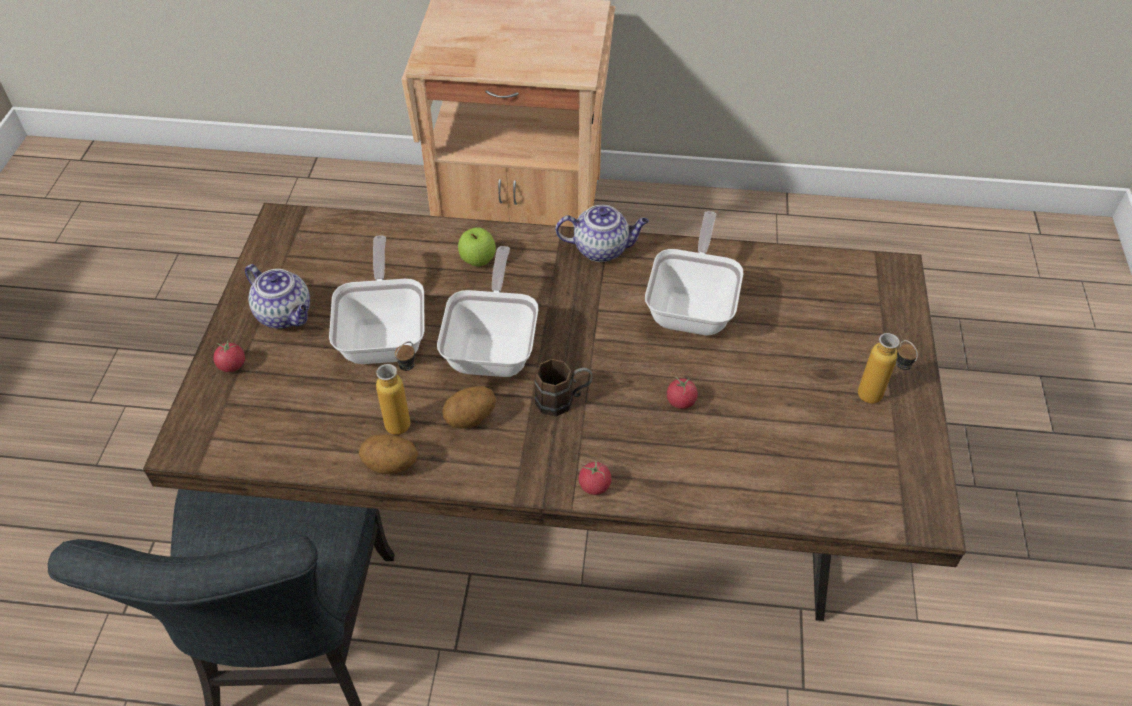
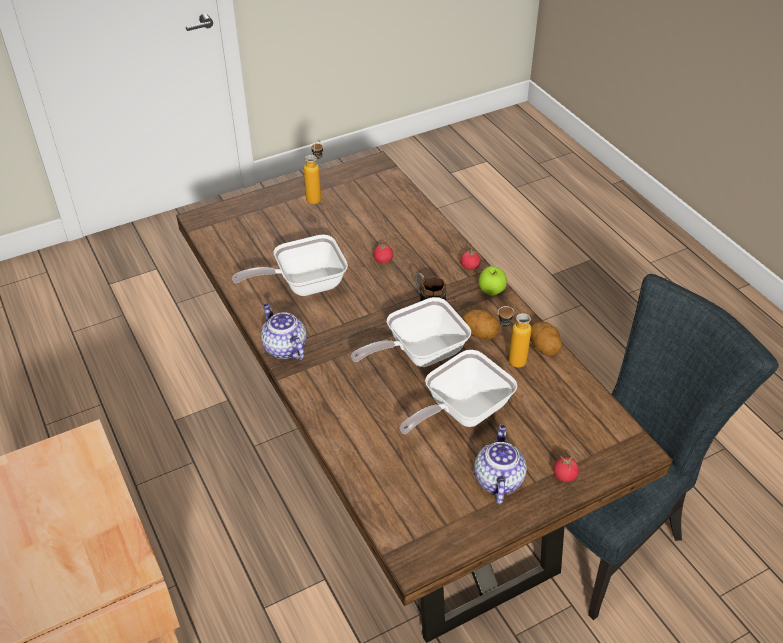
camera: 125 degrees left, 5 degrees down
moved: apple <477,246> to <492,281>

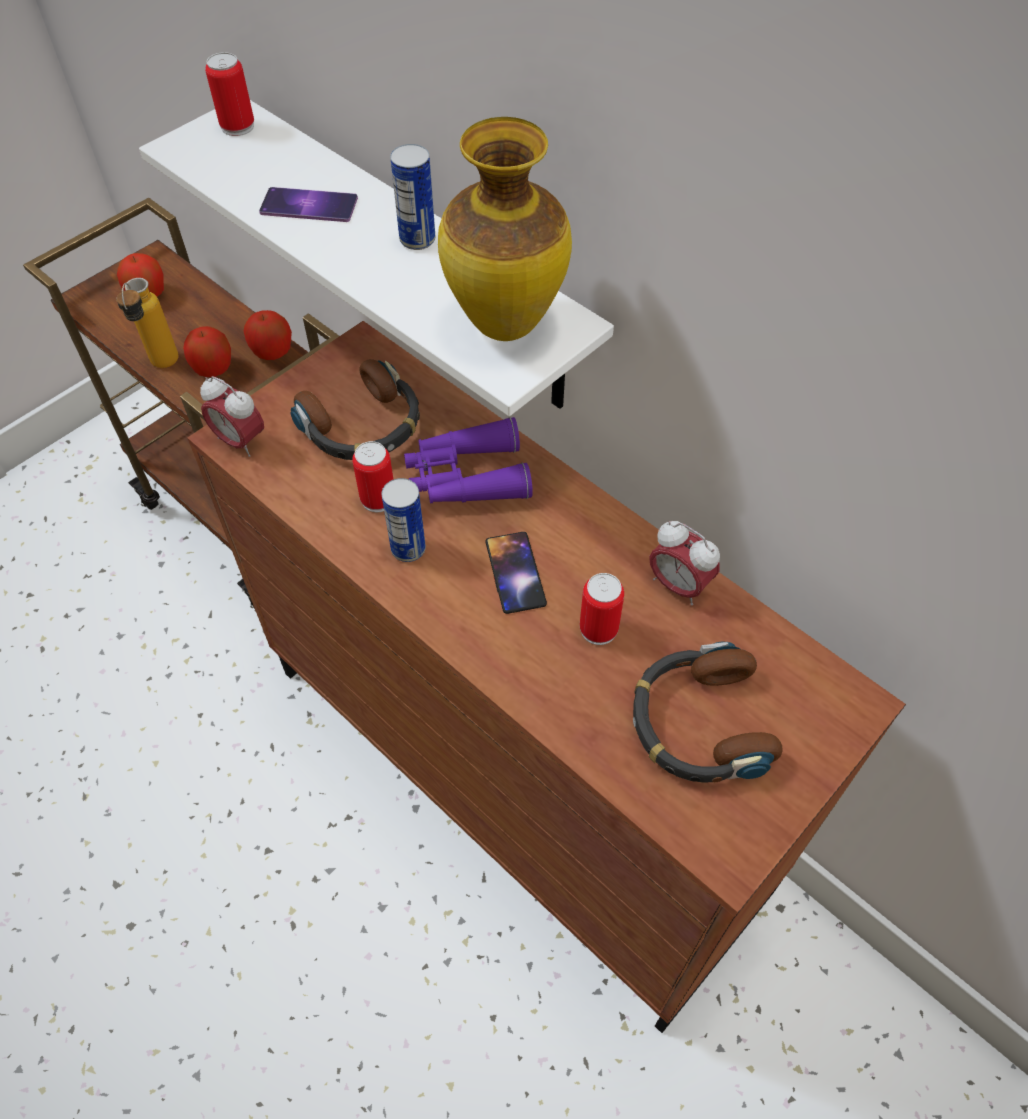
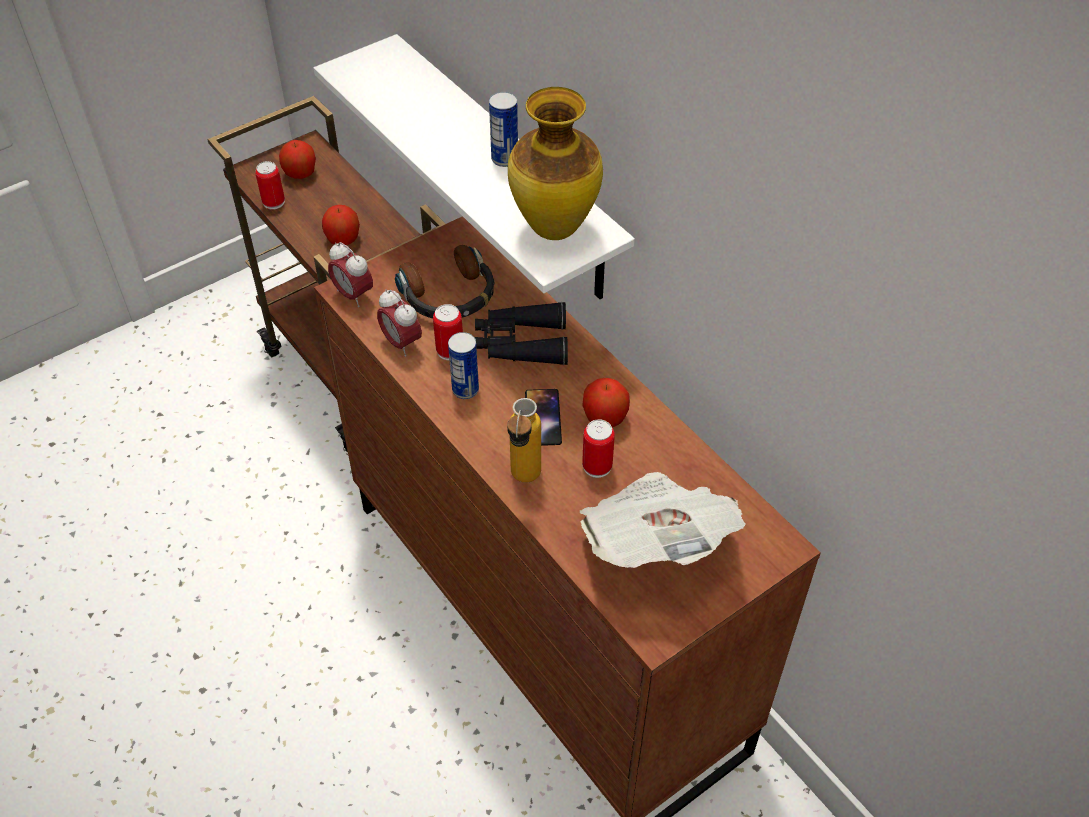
camera: 10 degrees right, 5 degrees down
removed: phone <308,204>
moved: can <229,94> to <270,185>; alarm clock <684,563> to <399,323>; bottle <147,323> to <524,440>; apple <268,335> to <606,402>
replaced: headphones <708,712> to newspaper <663,520>
recoloured: binoculars in purple <468,460> to binoculars in black <521,333>

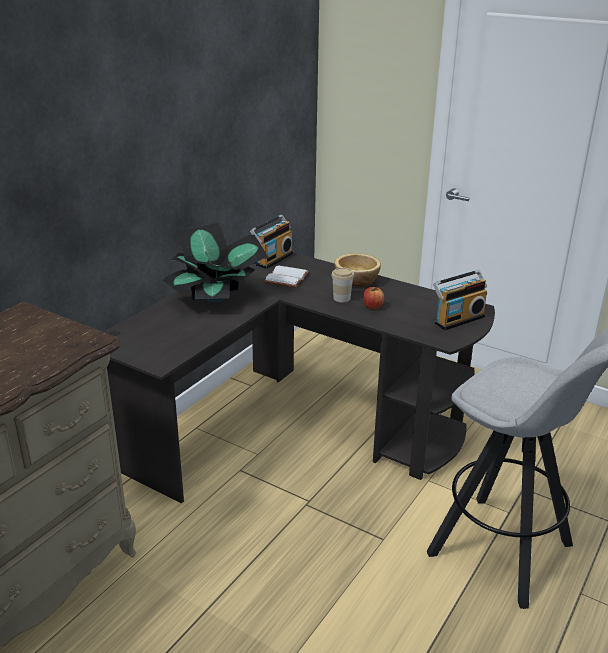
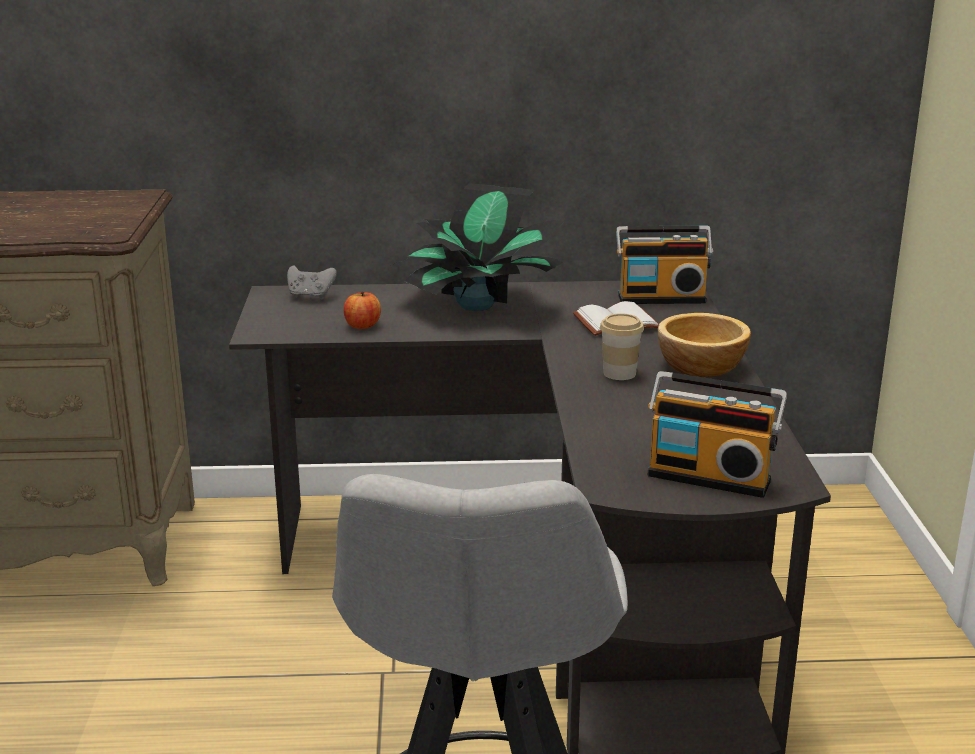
camera: 55 degrees right, 5 degrees down
added: game controller in grey <312,282>
moved: apple <373,298> to <362,310>

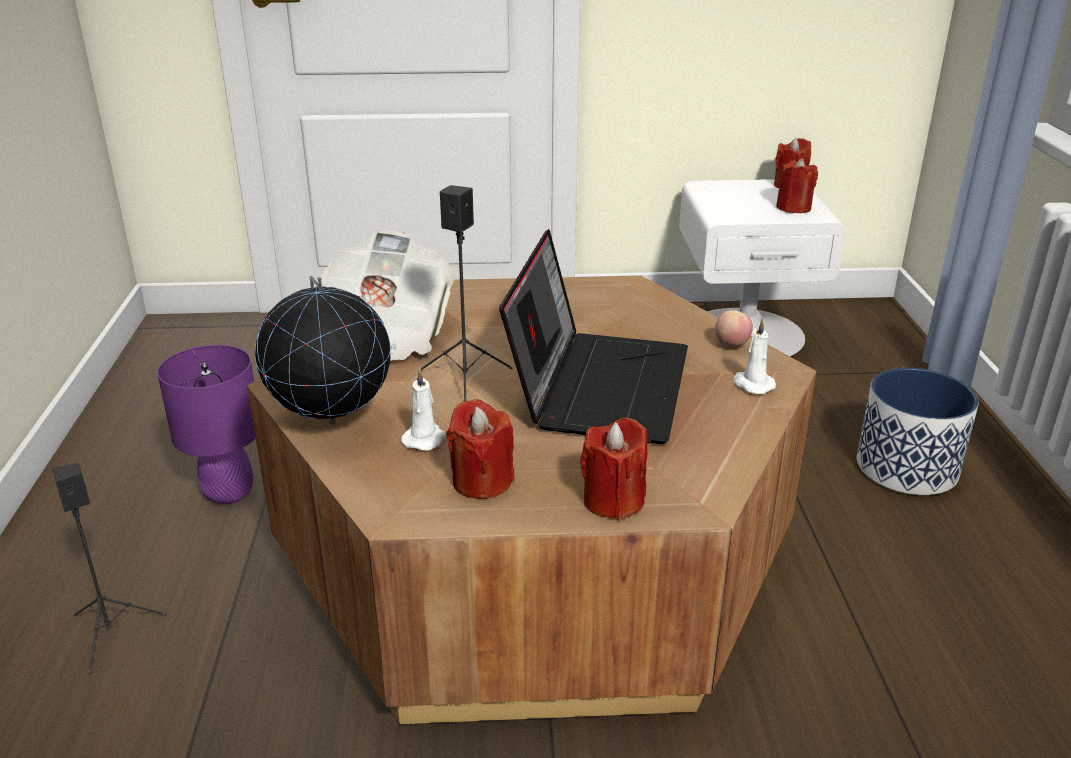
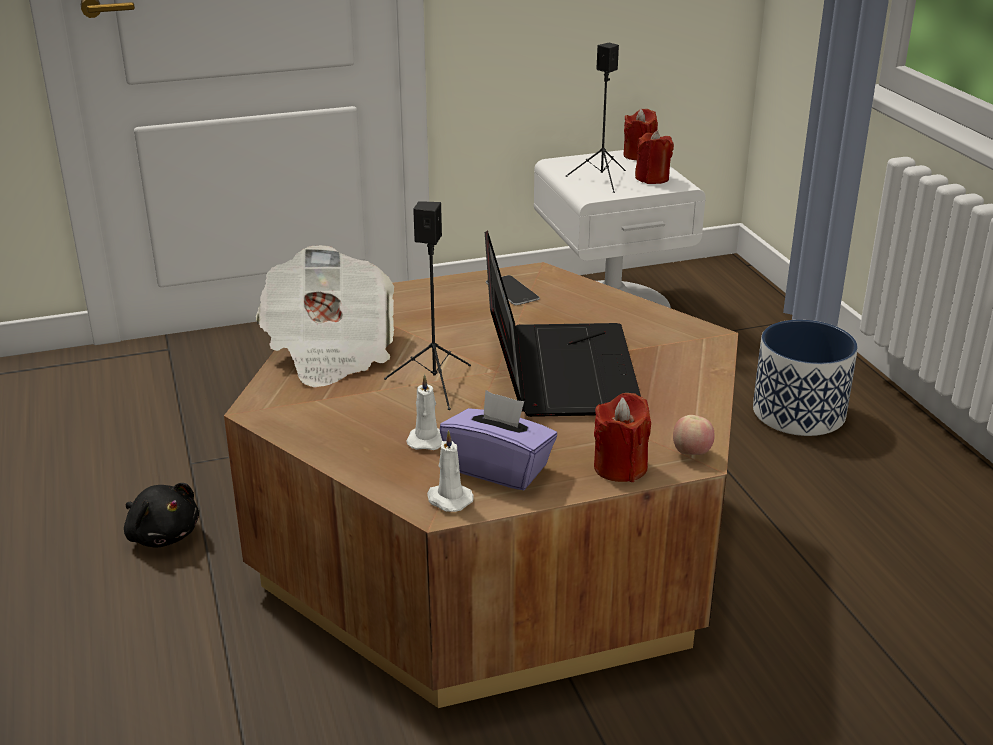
camera: 15 degrees left, 0 degrees up
removed: globe <323,350>
added: phone <513,290>
moved: candle in white <754,356> to <450,471>; speaker in black <109,568> to <596,118>; apple <734,328> to <694,435>
replaced: table lamp in purple <206,424> to plush toy in black <161,515>; candle in red <481,449> to tissue box in purple <498,440>

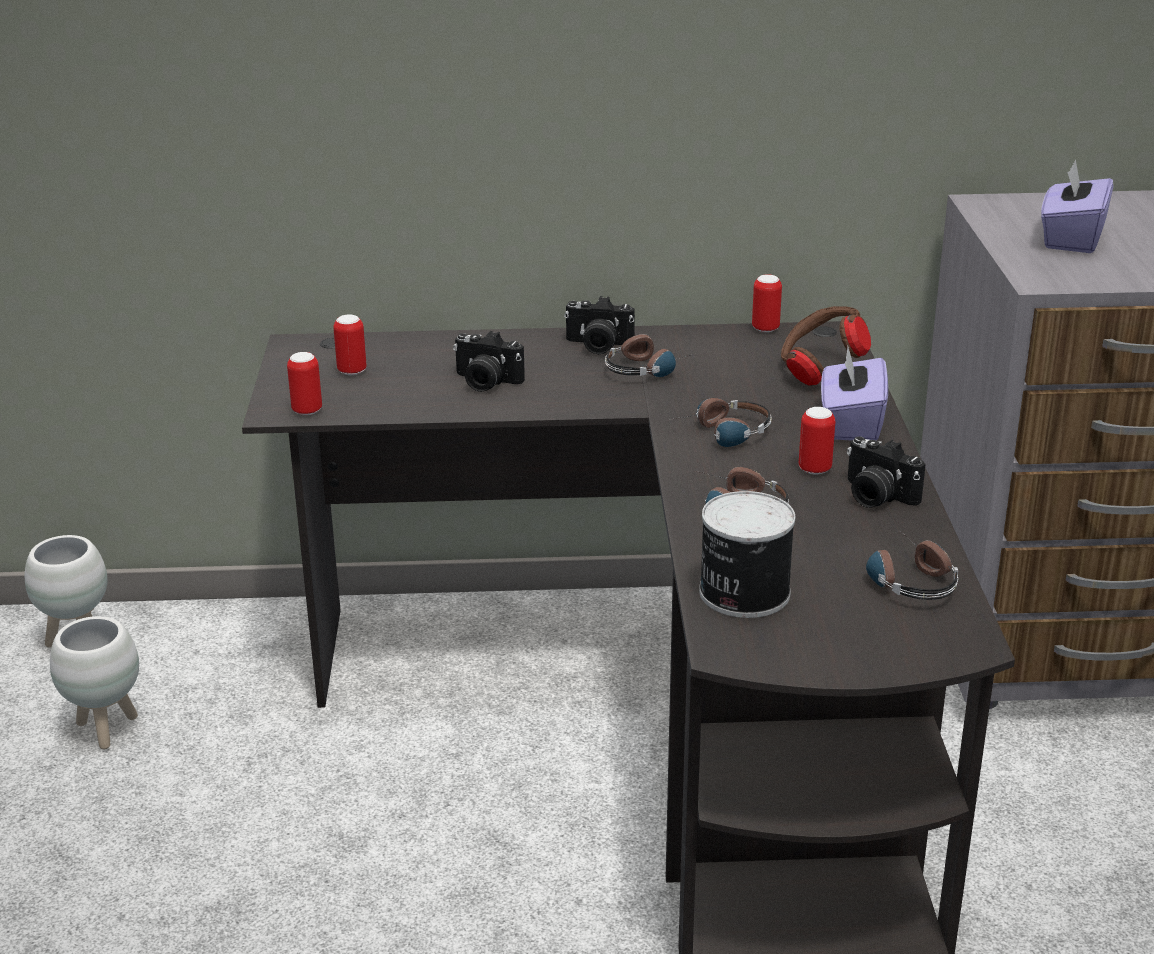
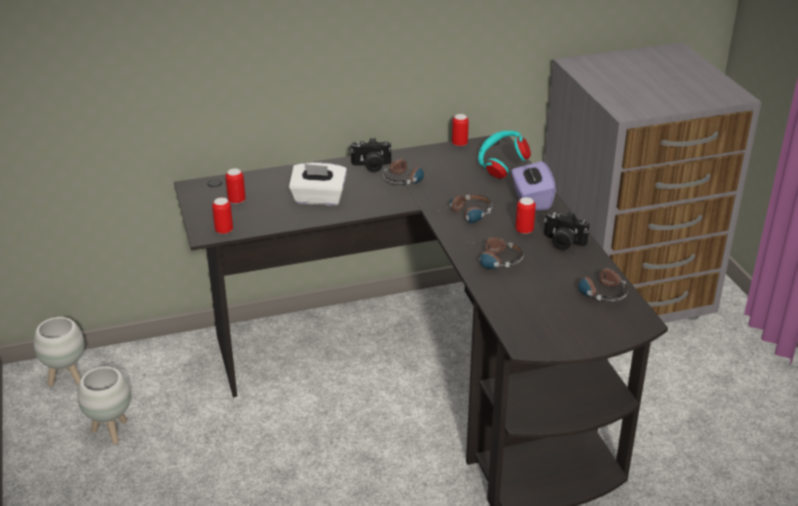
camera: 15 degrees left, 5 degrees up
removed: can <747,554>; tissue box in purple <1077,206>
replaced: photo camera <489,361> to tissue box in white <318,184>
recoloured: headphones in brown <826,346> to headphones in turquoise <504,155>

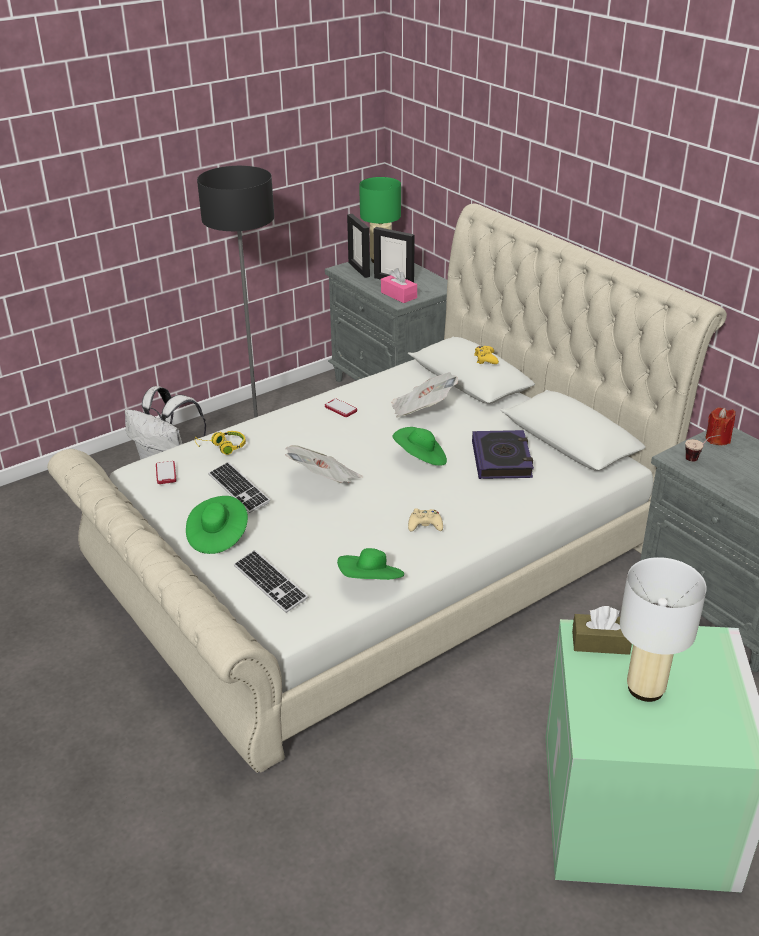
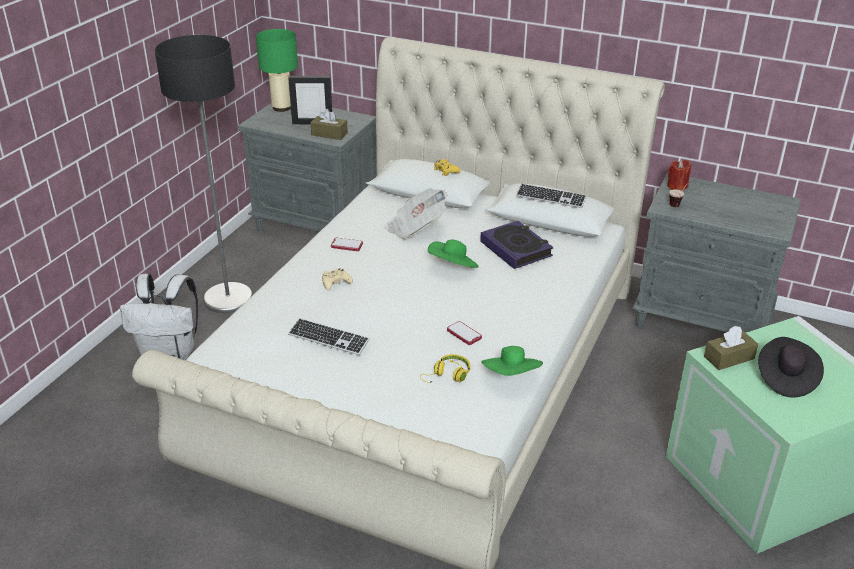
camera: 30 degrees left, 0 degrees up
removed: hat in green <217,525>; newspaper <324,464>; picture frame <358,246>
moved: game controller in beige <425,519> to <337,279>; headphones in yellow <220,443> to <445,368>; phone <166,472> to <464,333>; keyboard <271,581> to <551,196>
replaced: table lamp in white <663,629> to hat in black <791,367>
recoloured: tissue box in pink <399,285> to tissue box in brown <329,124>

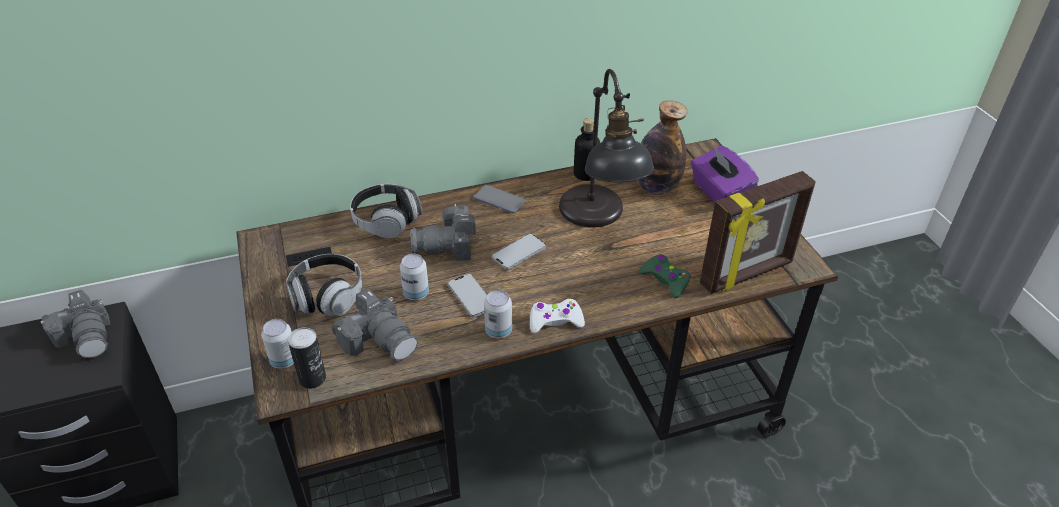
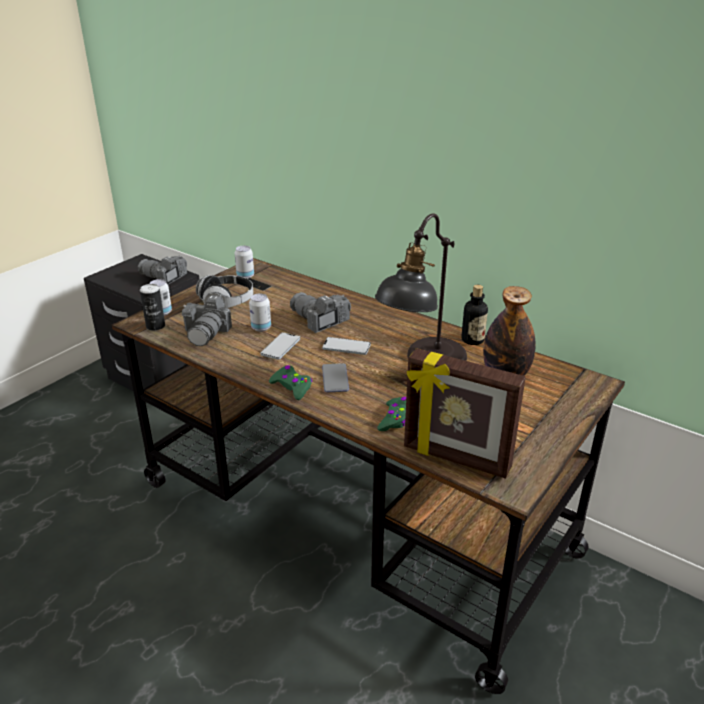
camera: 55 degrees right, 10 degrees down
removed: headphones <386,211>; tissue box in purple <725,174>
moved: can <498,314> to <244,262>; phone <499,199> to <335,378>
recoloured: game controller in white <557,316> to game controller in green <290,382>
turned: photo camera <75,324> = <162,270> 90 degrees clockwise

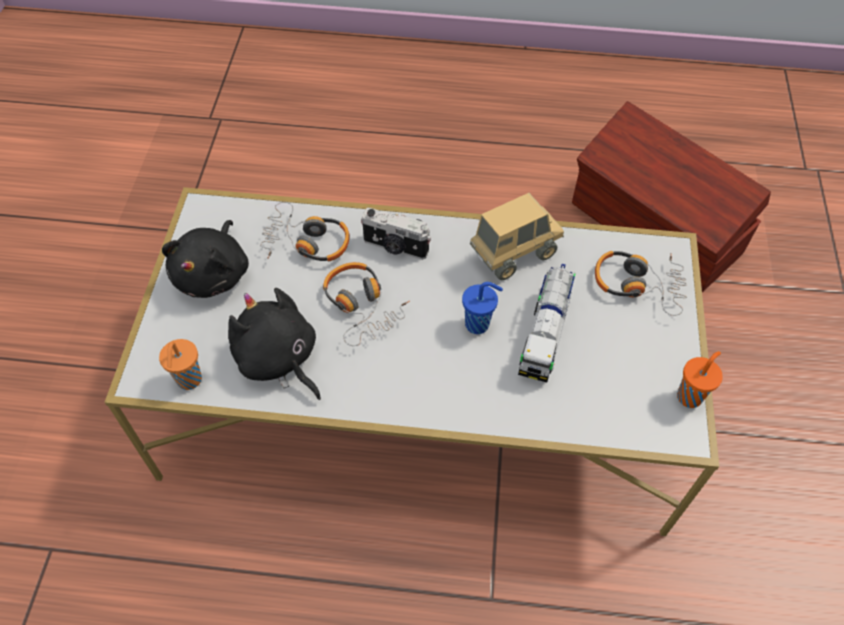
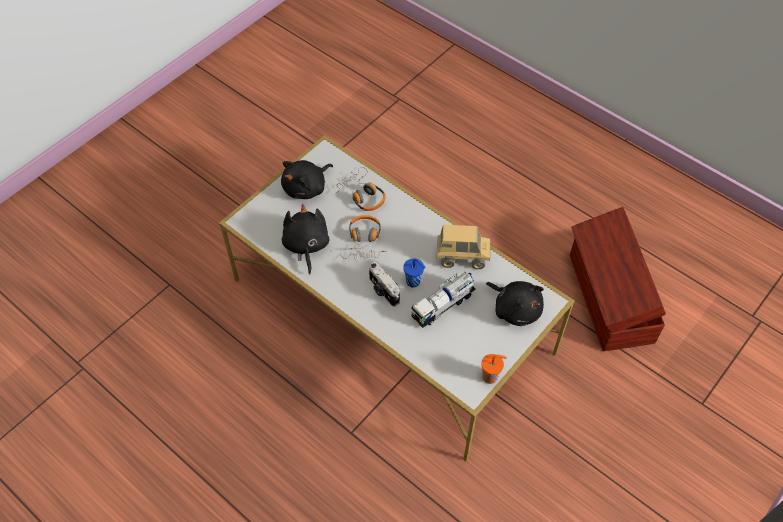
camera: 35 degrees right, 0 degrees up
removed: cup in orange <180,364>
moved: photo camera <396,234> to <384,284>
replaced: headphones <641,283> to plush toy in black <515,303>

